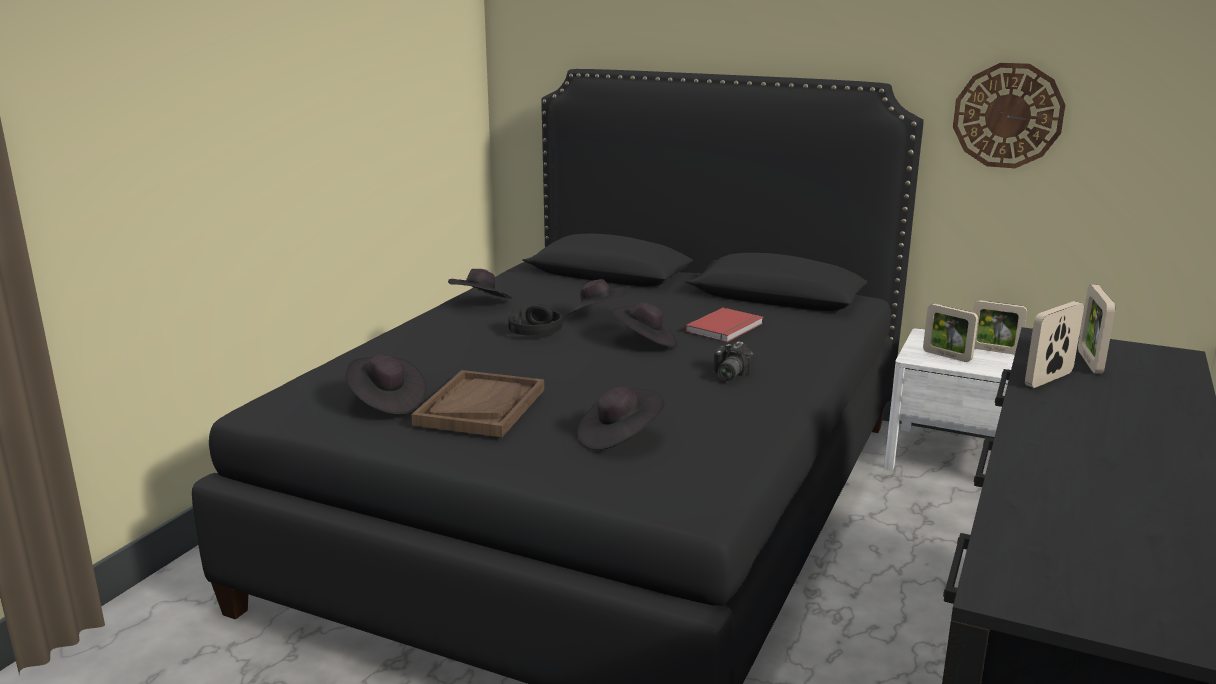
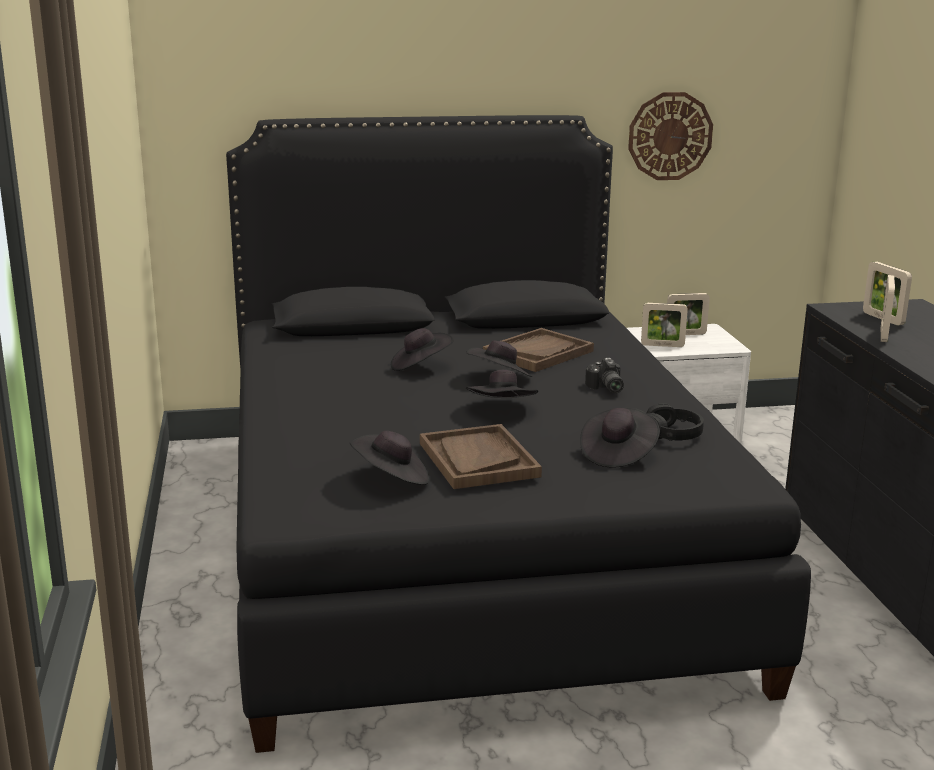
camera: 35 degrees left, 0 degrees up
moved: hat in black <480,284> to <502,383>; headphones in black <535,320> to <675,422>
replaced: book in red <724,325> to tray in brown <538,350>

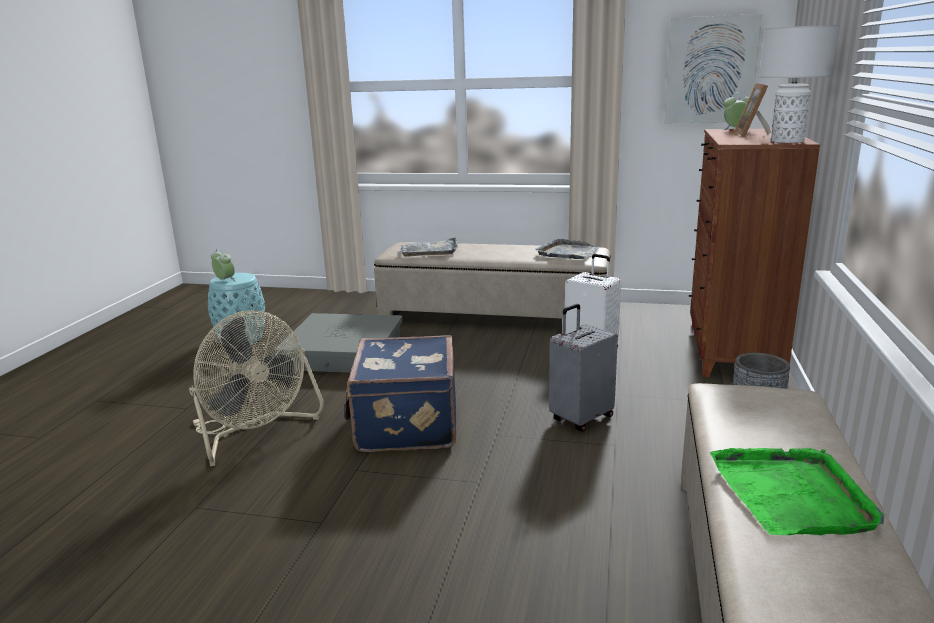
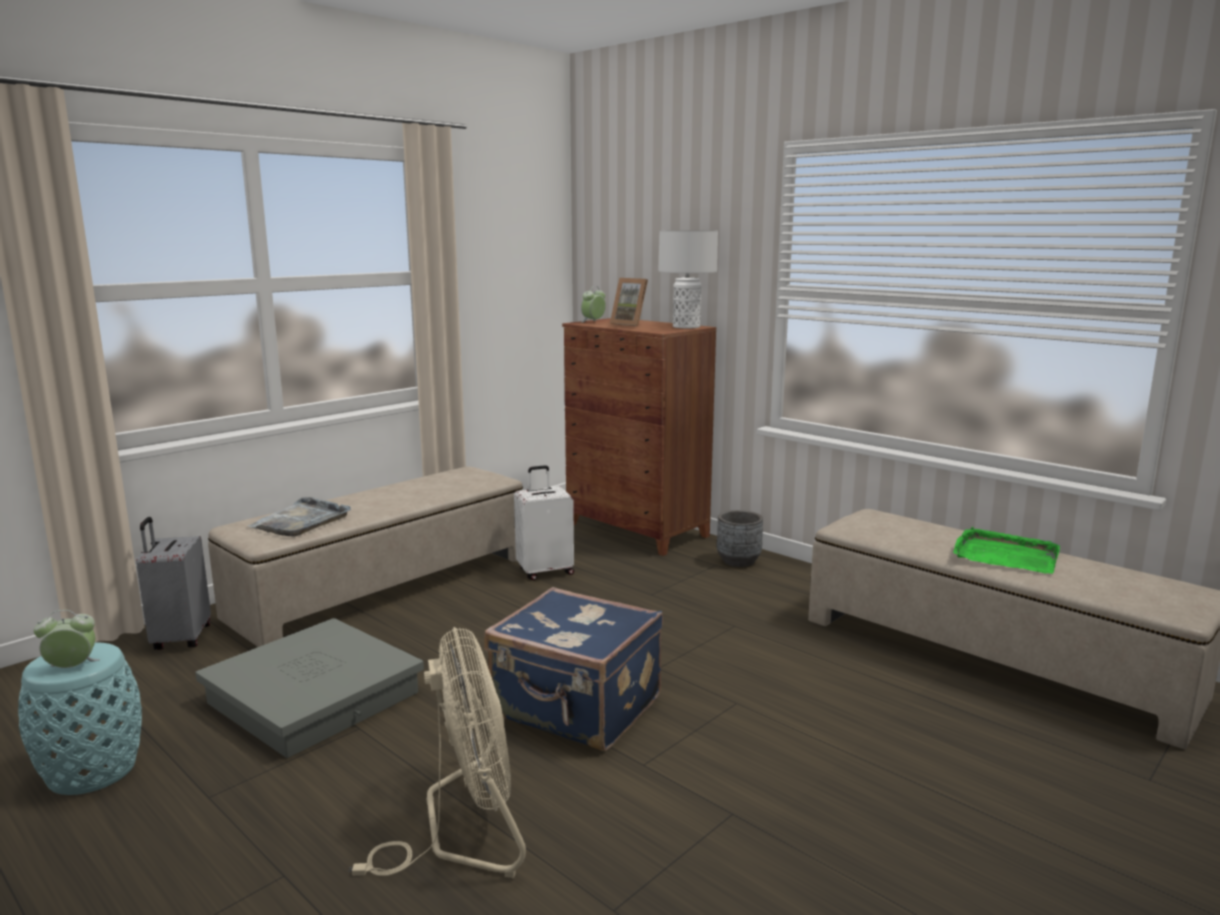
camera: 60 degrees left, 5 degrees down
removed: tray in grey <567,249>; picture <713,68>
moved: suitcase in grey <583,368> to <173,583>

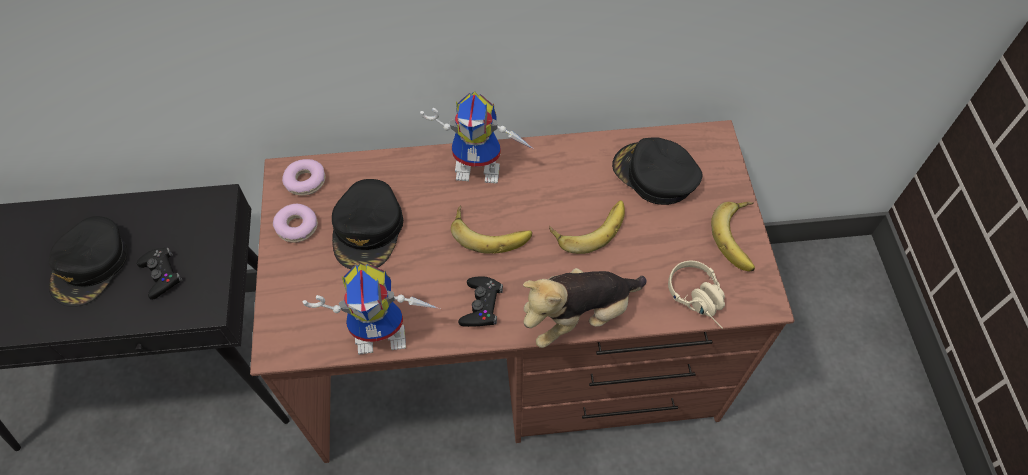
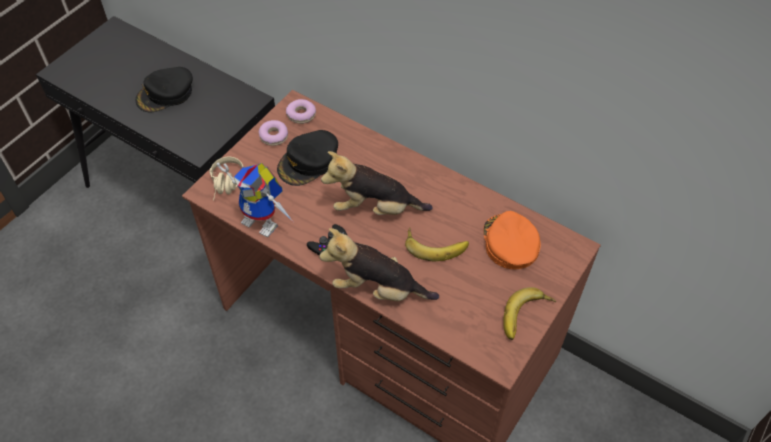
camera: 40 degrees right, 5 degrees down
removed: game controller in black <159,274>; toy robot <477,137>
moved: headphones in beige <696,294> to <226,178>
replaced: banana <491,229> to plush toy <377,183>
recoloured: cap in black <657,171> to cap in orange <512,240>

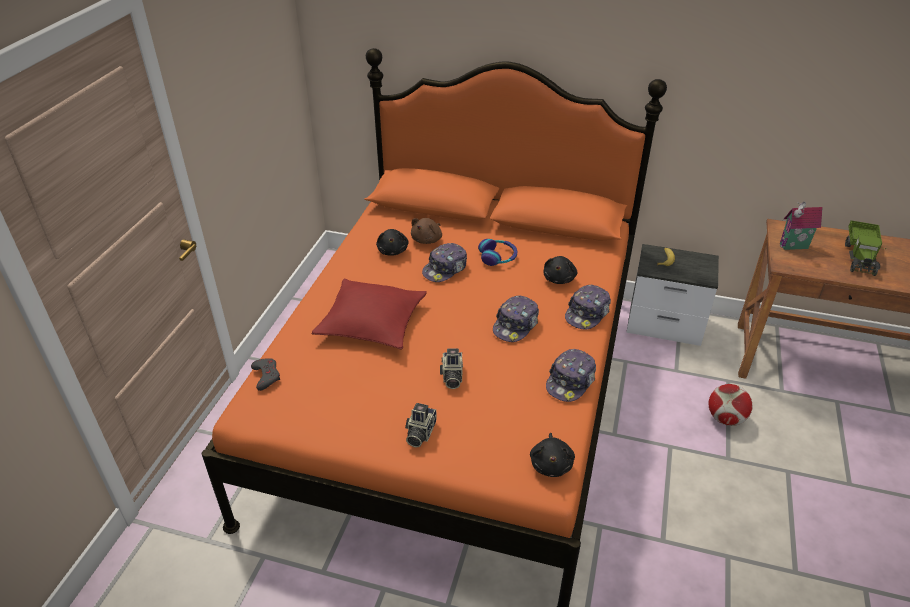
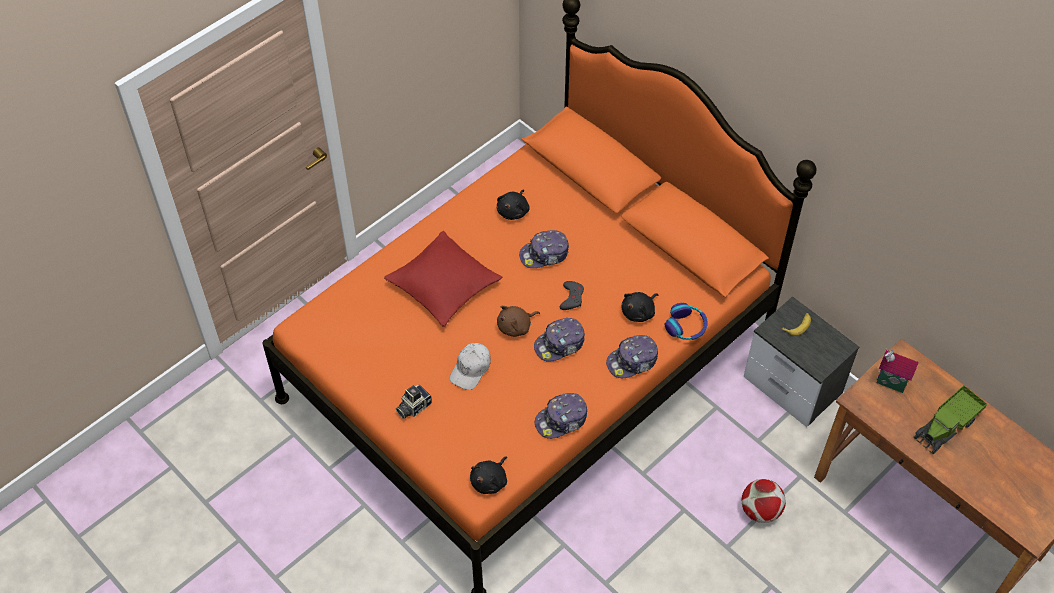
camera: 30 degrees right, 15 degrees up
moved: plush toy in brown <426,231> to <518,321>; game controller in grey <265,374> to <572,295>; headphones <497,252> to <686,321>
replaced: photo camera <451,369> to cap in white <470,366>

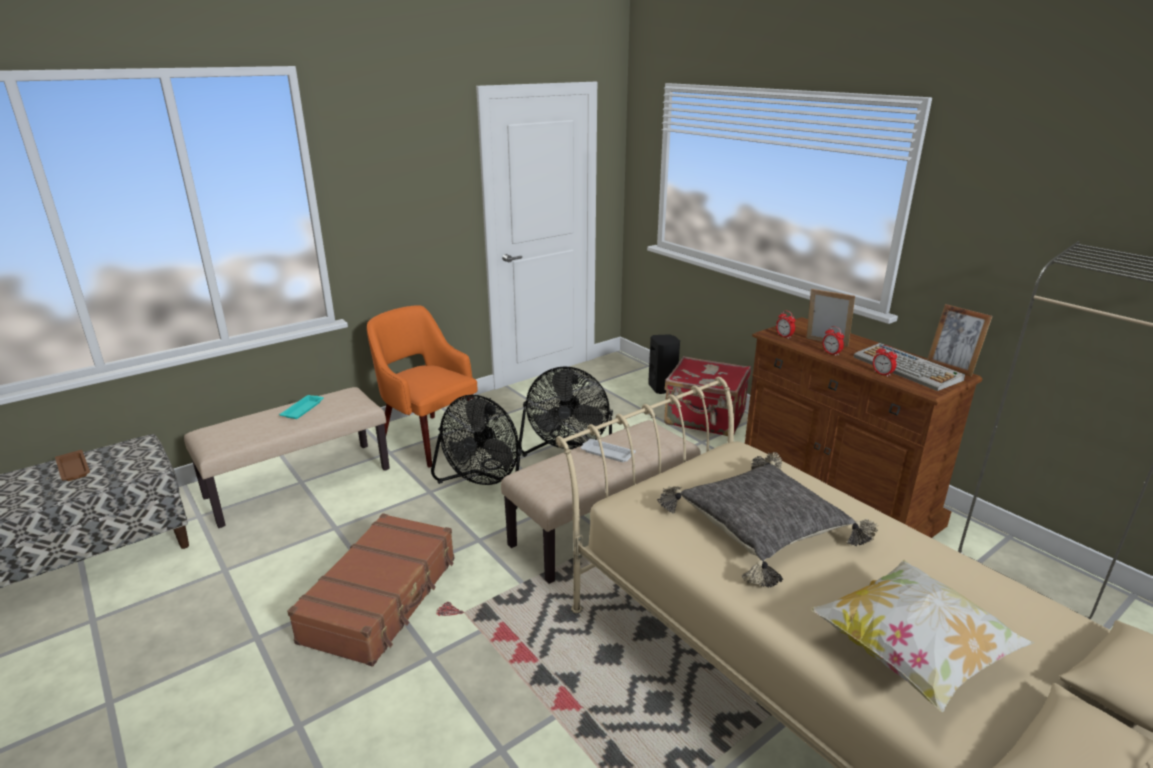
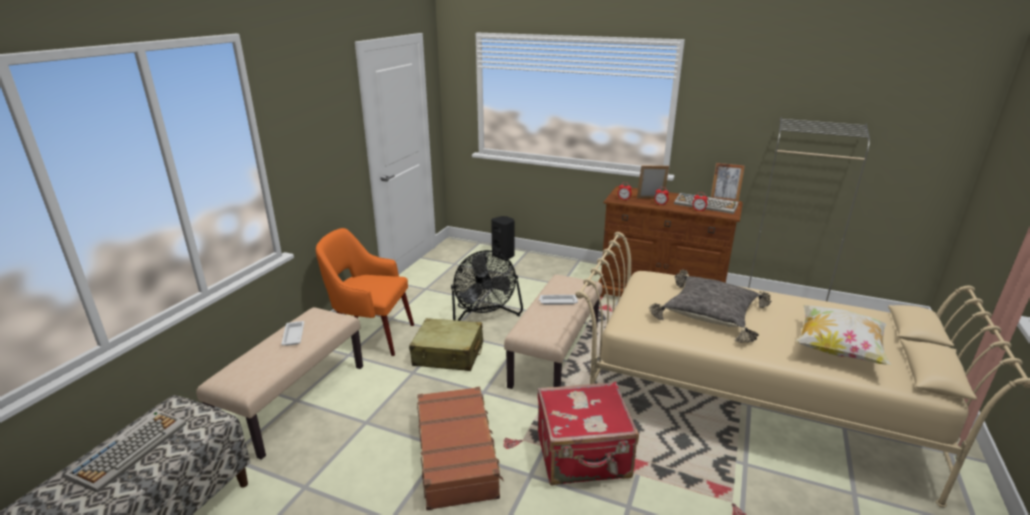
camera: 30 degrees left, 0 degrees up
moved: suitcase in red <707,396> to <588,433>
replaced: tray in brown <72,465> to keyboard <125,450>; fan in black <477,452> to suitcase in beige <446,344>
recoloured: tray in turquoise <301,407> to tray in white <292,333>

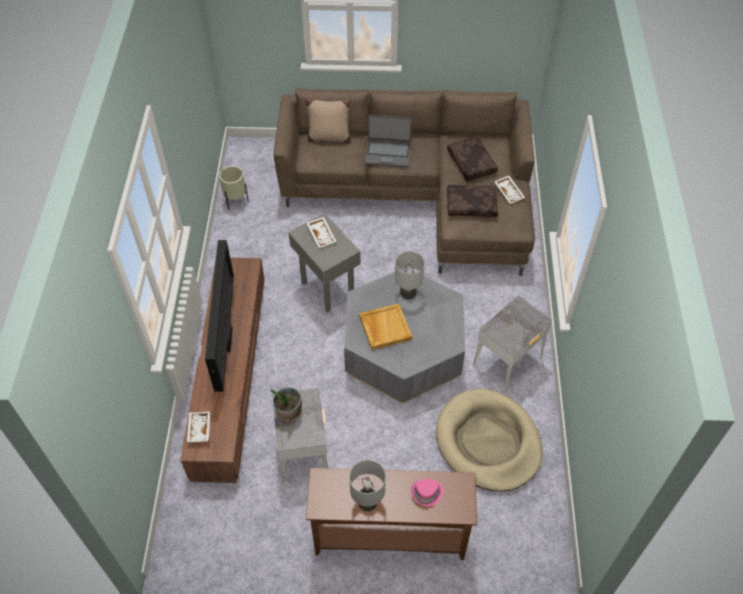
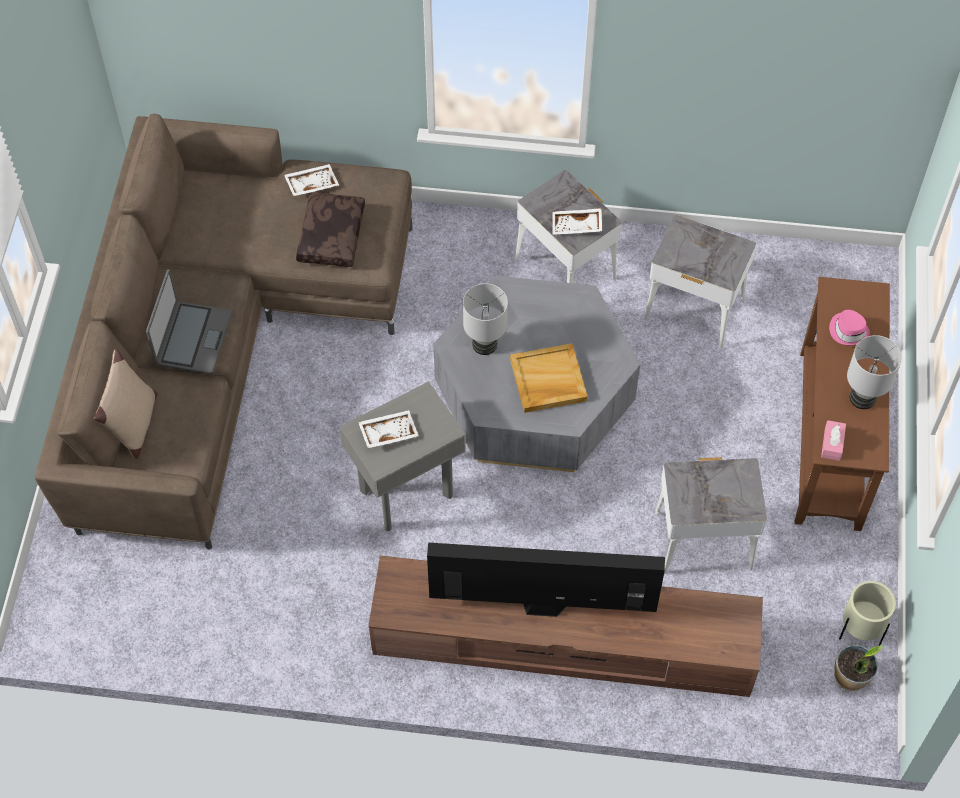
camera: 85 degrees left, 5 degrees up
removed: pillow in brown <472,158>
added: tissue box in pink <833,440>
moved: tray in white <198,426> to <577,221>; potted plant <286,404> to <858,668>; planter in beige <234,188> to <867,613>
replaced: dog bed in beige <489,440> to side table <700,280>

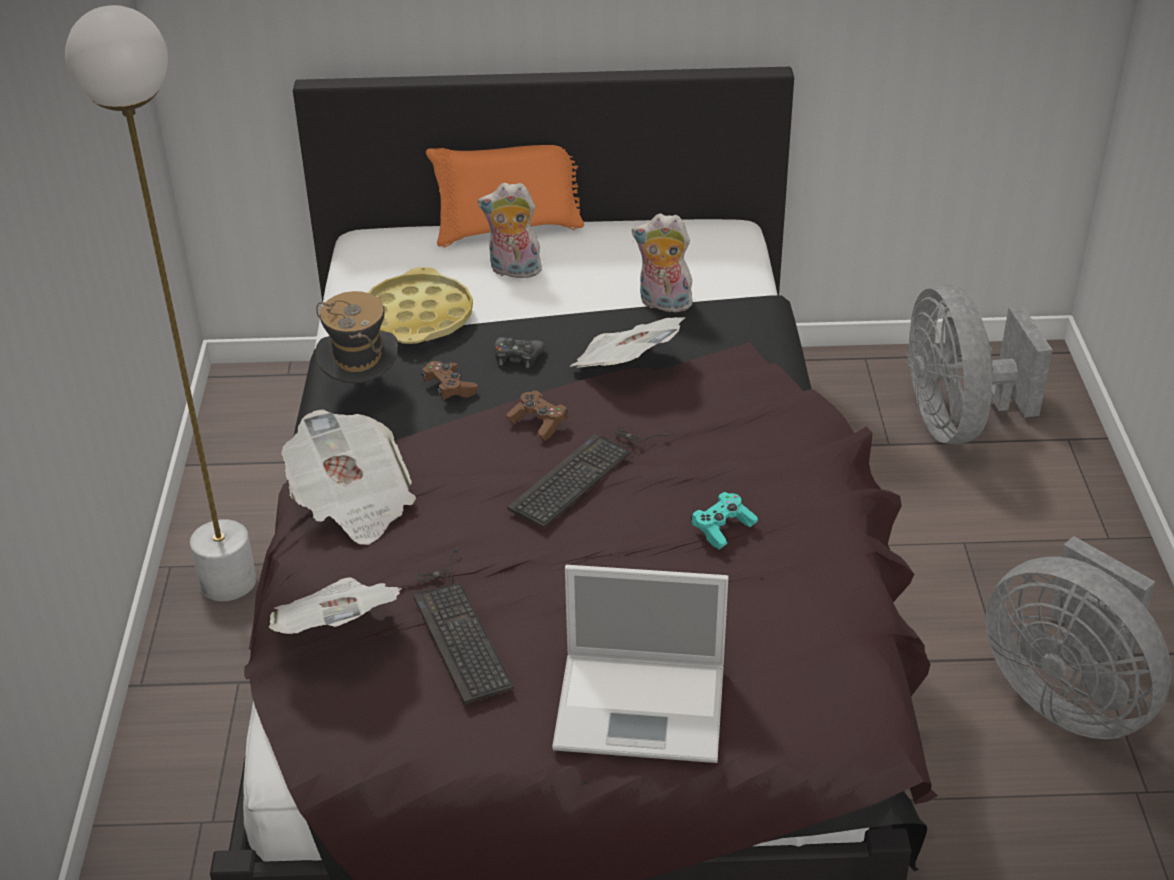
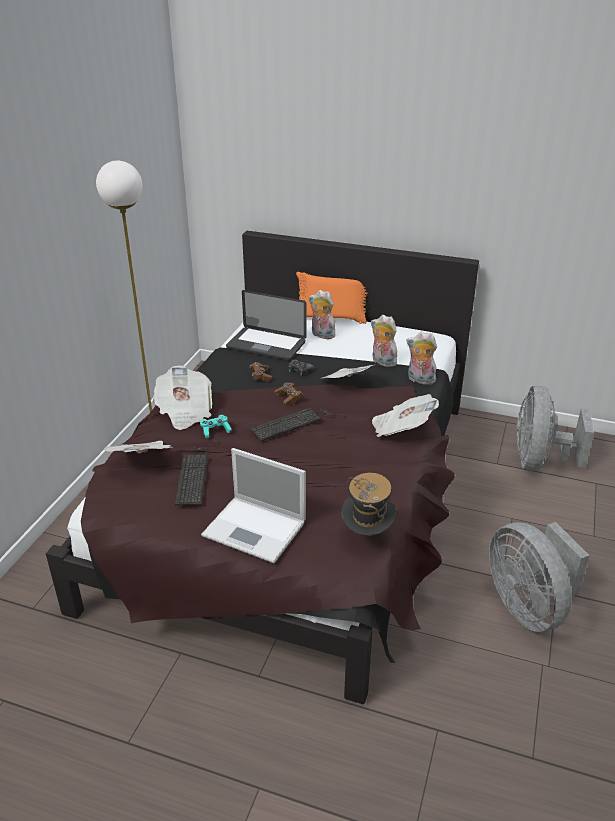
camera: 20 degrees right, 5 degrees down
added: newspaper <405,415>; plush toy <421,358>
moved: game controller in turquoise <724,520> to <216,427>; hat <356,337> to <369,504>
replaced: tray in yellow <420,305> to laptop <266,325>

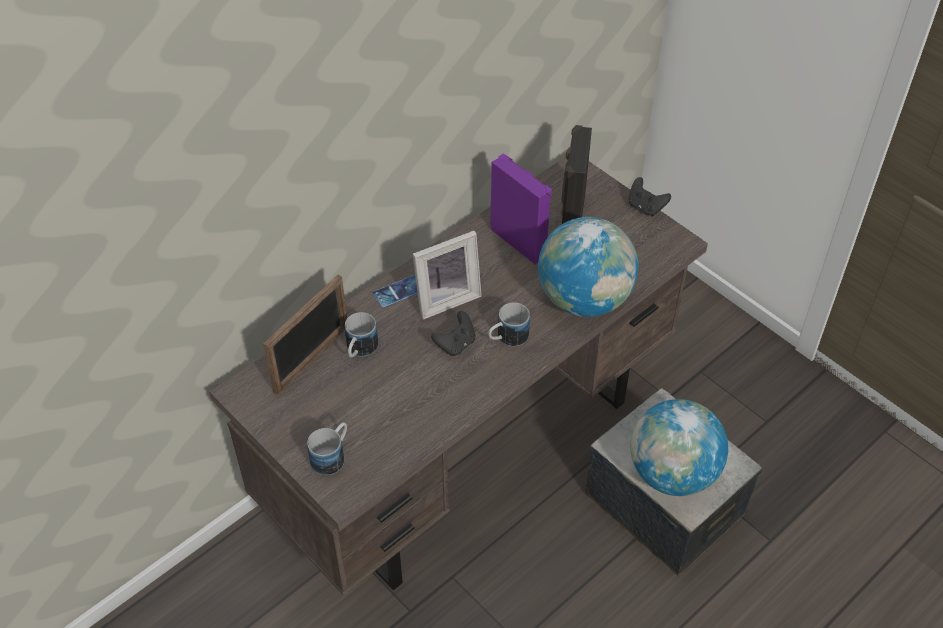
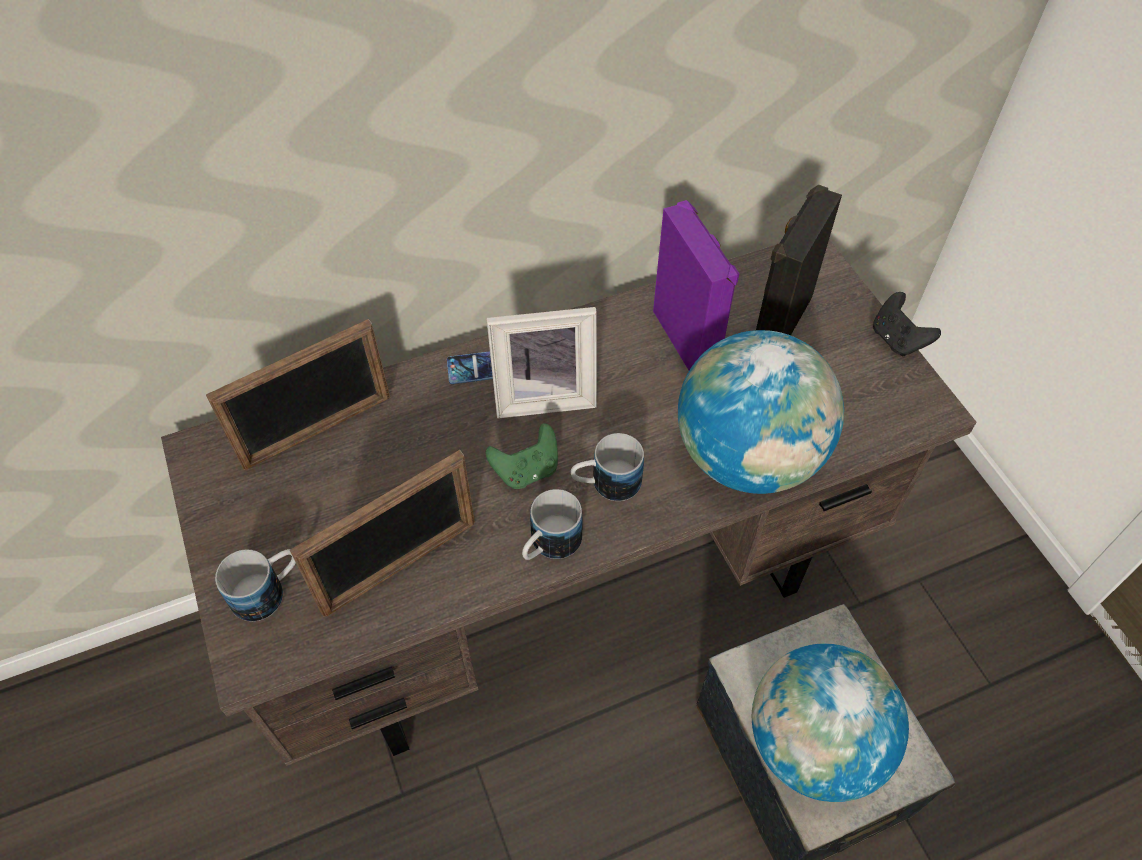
camera: 20 degrees right, 5 degrees up
added: picture frame <382,533>
moved: mug <361,335> to <552,524>
recoloured: game controller in black <453,333> to game controller in green <522,456>

